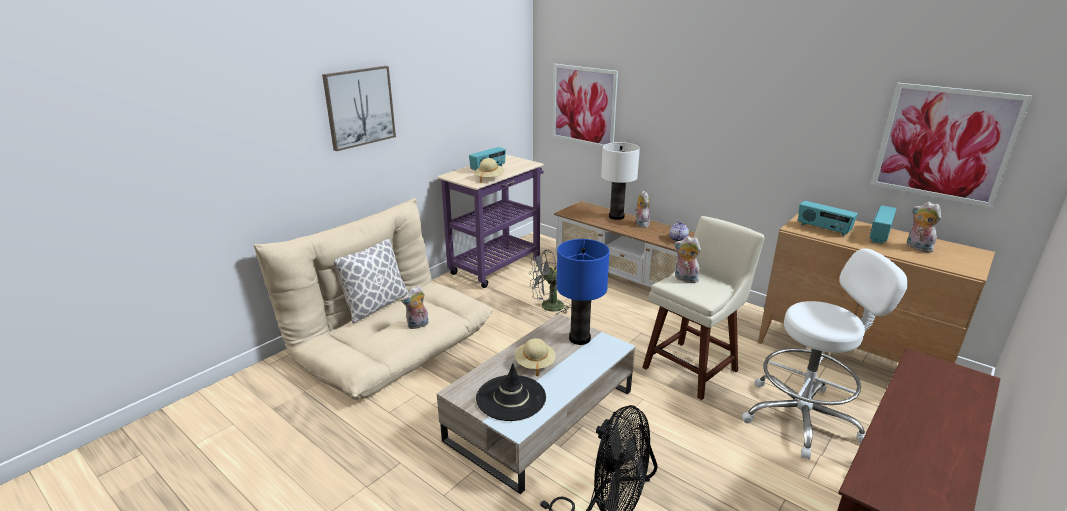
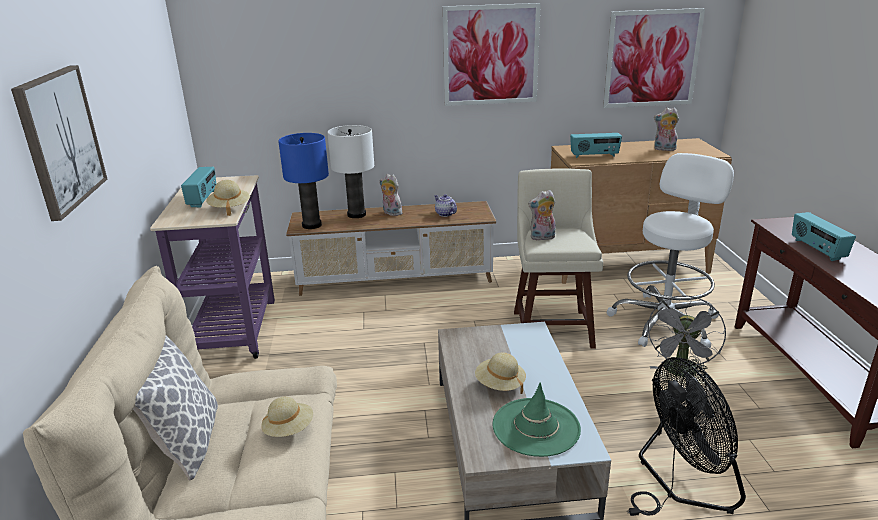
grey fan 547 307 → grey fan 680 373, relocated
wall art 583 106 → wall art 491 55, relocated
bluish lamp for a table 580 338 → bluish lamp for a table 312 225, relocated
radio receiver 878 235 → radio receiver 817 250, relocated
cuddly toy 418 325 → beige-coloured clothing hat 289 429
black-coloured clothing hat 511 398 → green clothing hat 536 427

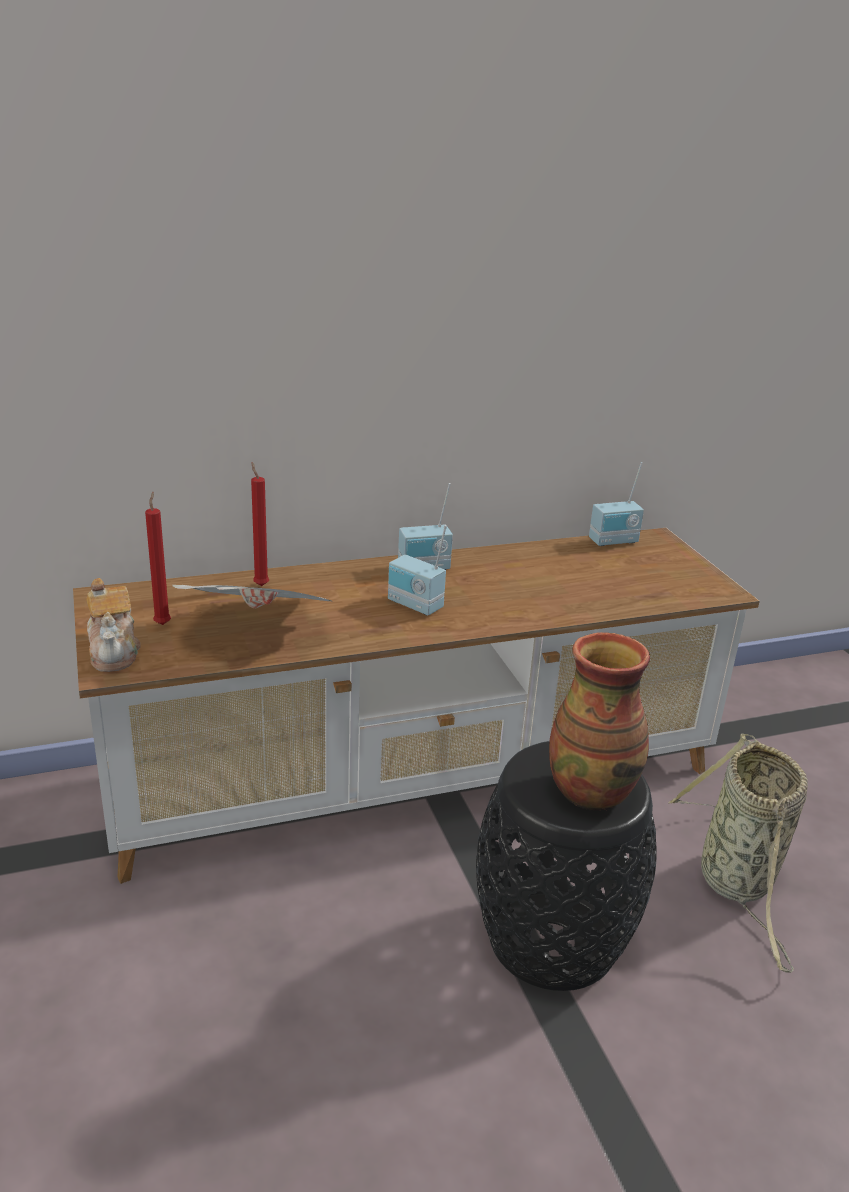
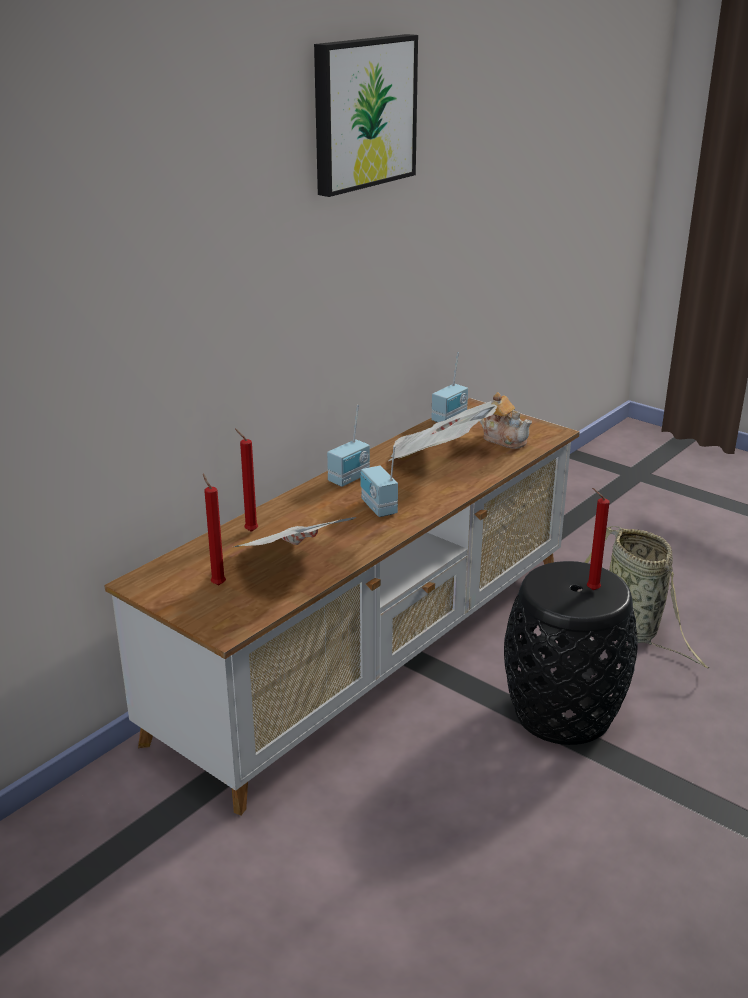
- → wall art 362 113
- → newspaper 438 458
pot for tea 114 651 → pot for tea 504 439, relocated
flower vase 591 791 → red-coloured wax light 590 589
radio receiver 414 606 → radio receiver 377 508, 60 degrees clockwise

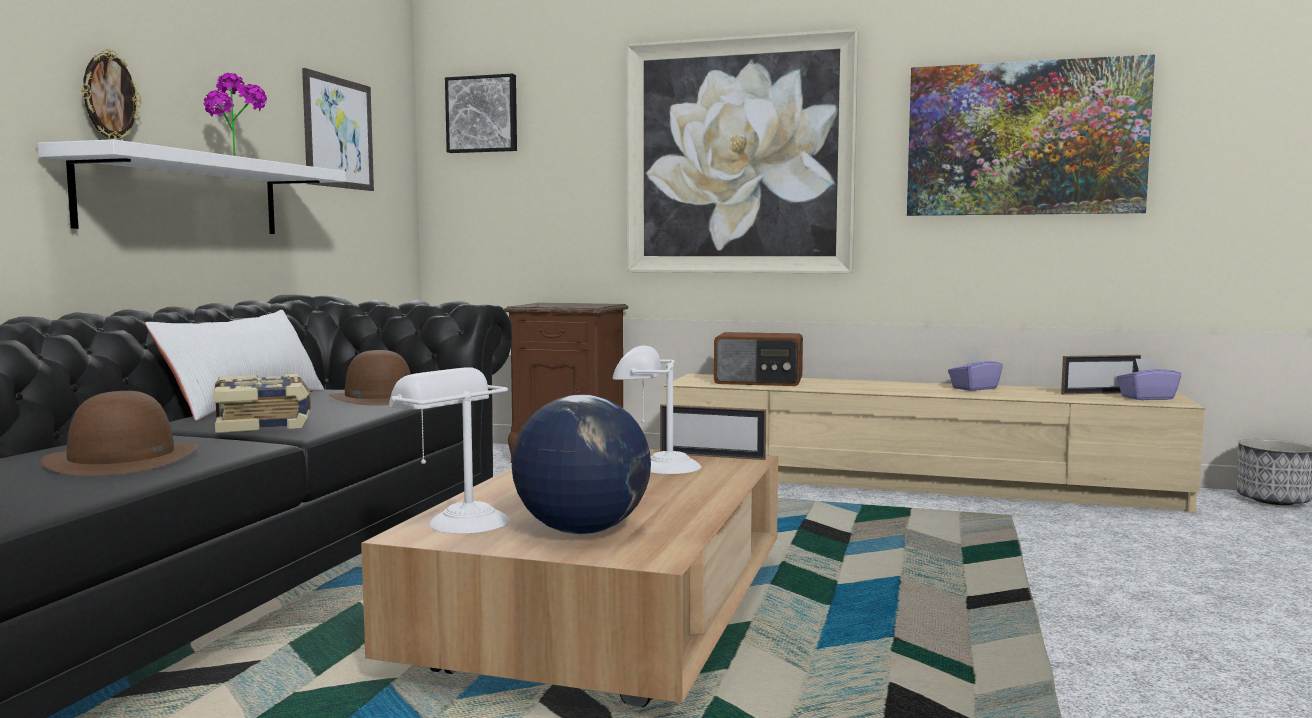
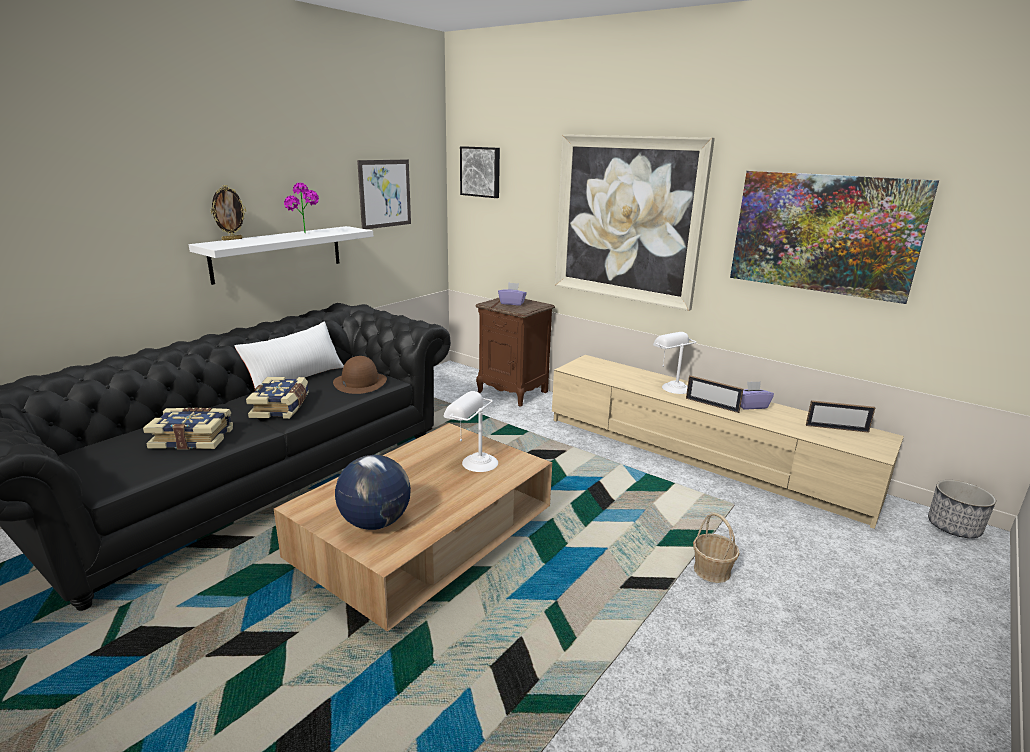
radio receiver 759 382 → -
- → household basket 712 570
white lamp for a table 455 519 → white lamp for a table 671 386, relocated
photo frame 712 456 → photo frame 712 405, relocated
purple box of tissues 1146 398 → purple box of tissues 512 303, relocated
brown-coloured clothing hat 122 459 → book 193 438

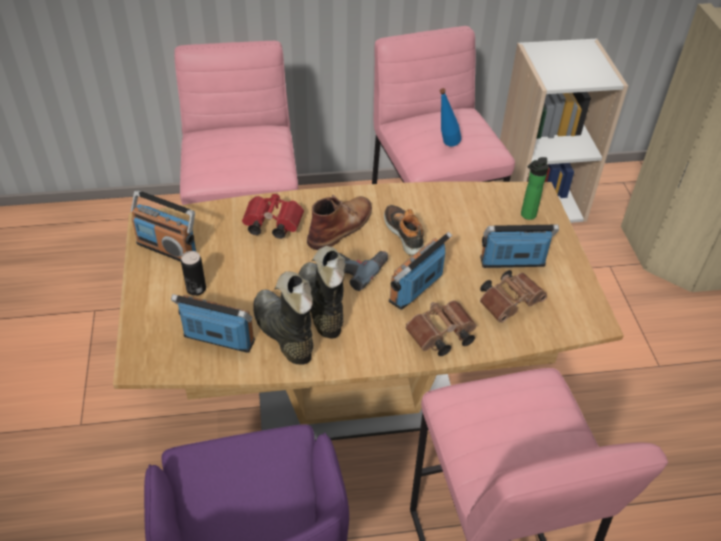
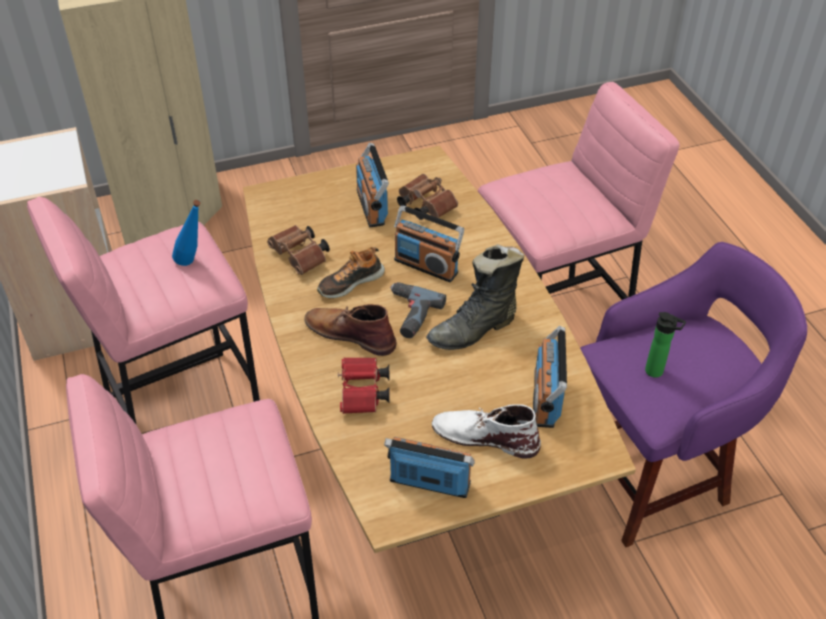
black-coloured high-top boot 283 334 → -
brown-coloured pair of binoculars 440 337 → brown-coloured pair of binoculars 301 258, relocated
beverage bottle 526 216 → beverage bottle 657 372, relocated
can 196 289 → white high-top boot 484 436
radio receiver 167 248 → radio receiver 429 483, 90 degrees counterclockwise

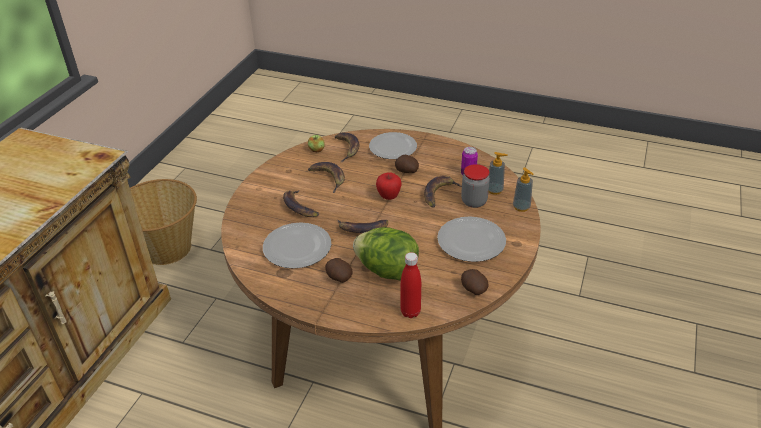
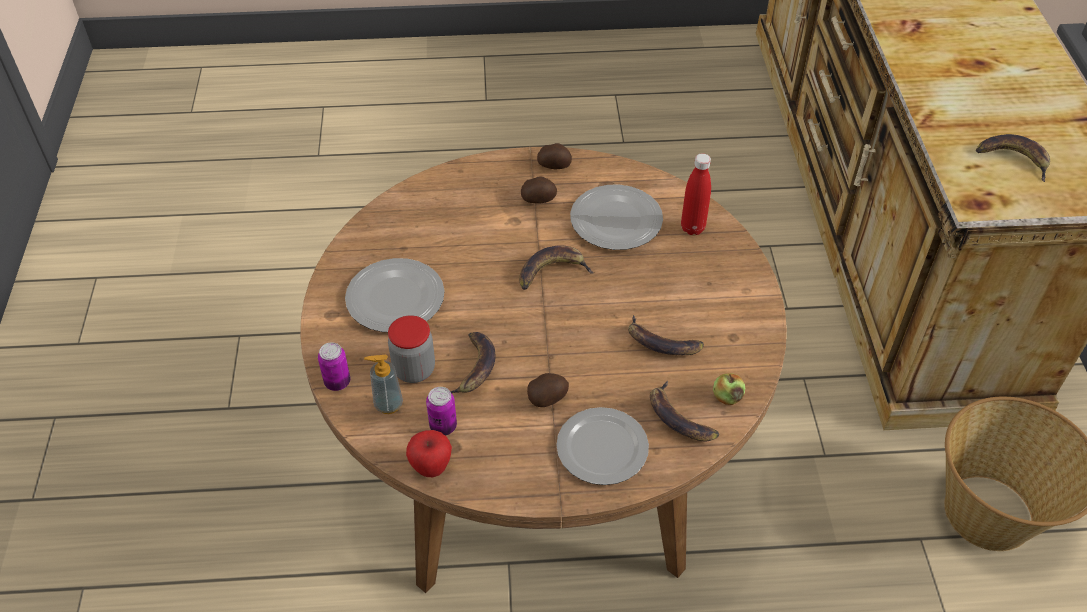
lettuce head 387 270 → -
whole banana 299 207 → whole banana 1013 159, relocated
whole apple 389 197 → whole apple 431 467, relocated
red-coloured beverage bottle 410 312 → red-coloured beverage bottle 692 228, relocated
potato 473 289 → potato 554 166, relocated
soap bottle 521 207 → can 337 382

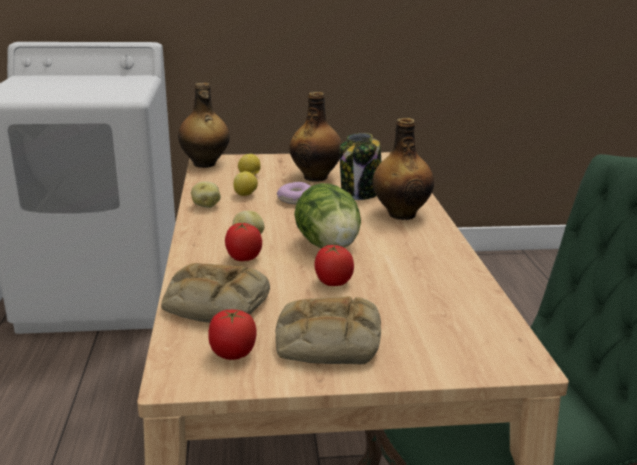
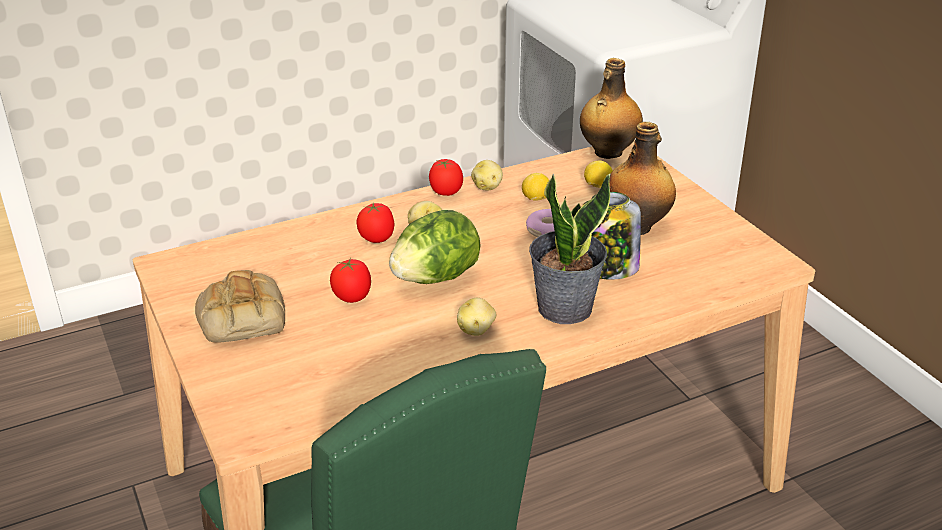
bakery bread 214 304 → -
- → potato 476 330
whole tomato 232 354 → whole tomato 445 192, relocated
beverage bottle 401 214 → houseplant 564 307

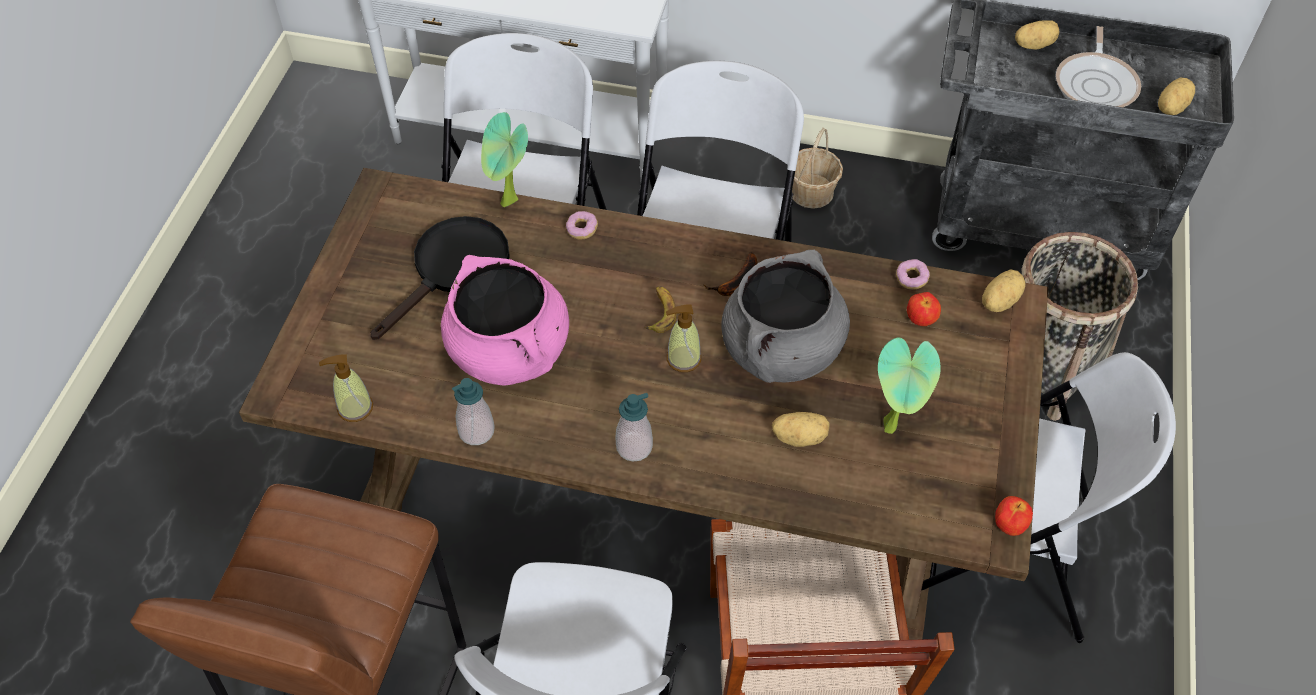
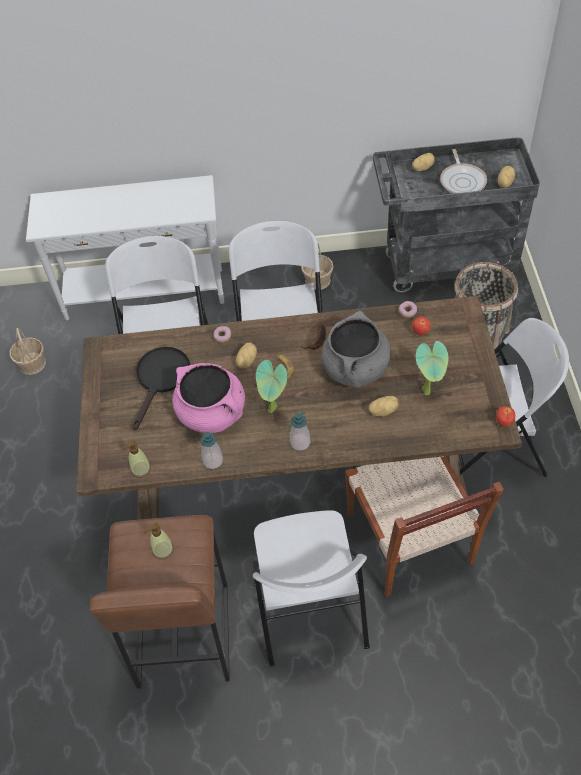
- → household basket 32 363
houseplant 509 204 → houseplant 273 410, relocated
soap bottle 683 359 → soap bottle 162 550, relocated
potato 998 301 → potato 246 361, relocated

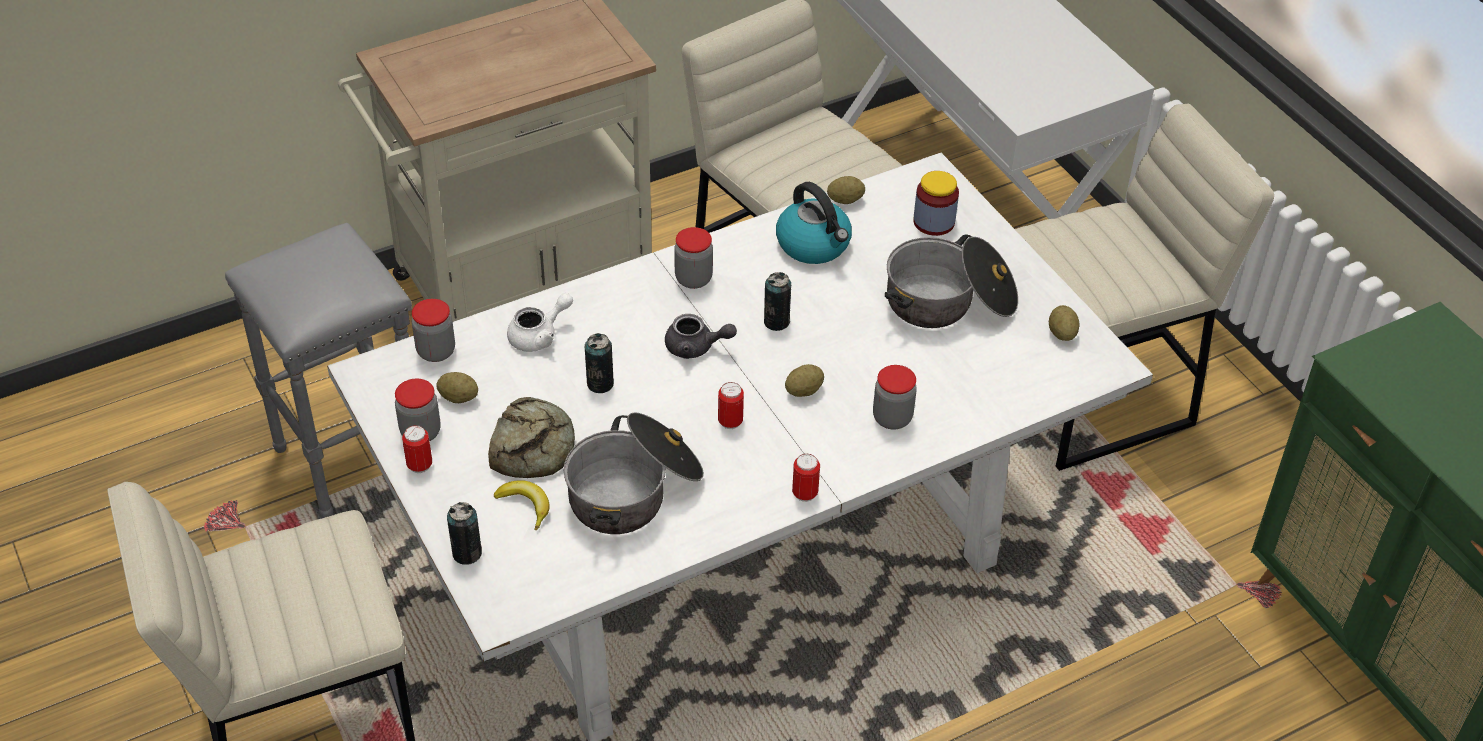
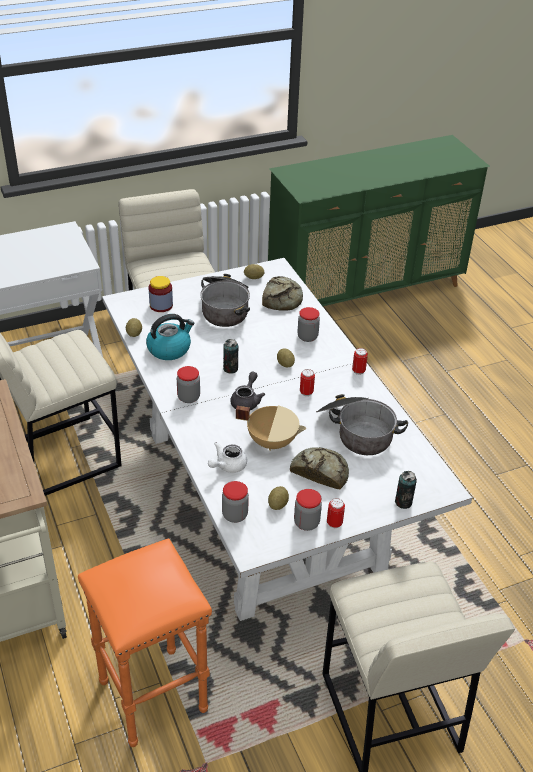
whole banana 526 505 → -
- → bakery bread 283 298
can 600 383 → beige-coloured stockpot 272 441
grey sitting stool 355 460 → orange sitting stool 154 693
white pot for tea 539 336 → white pot for tea 227 466, 105 degrees counterclockwise

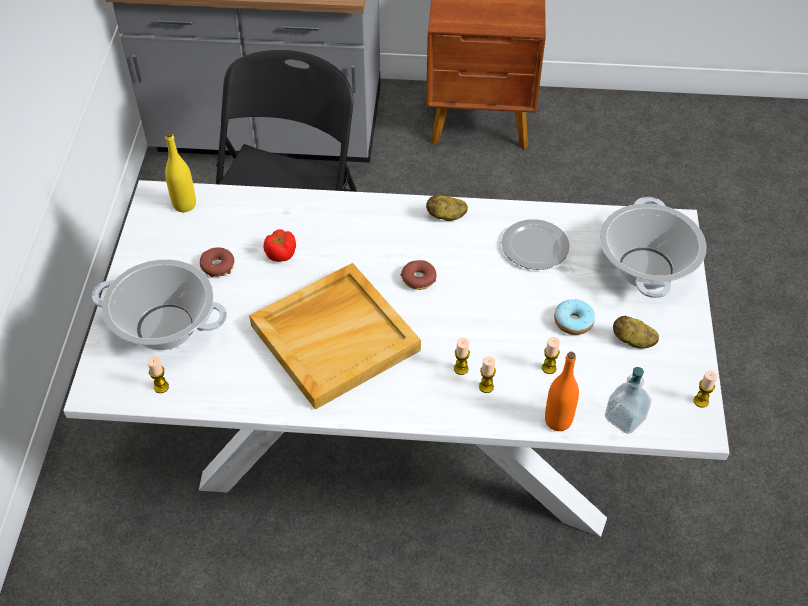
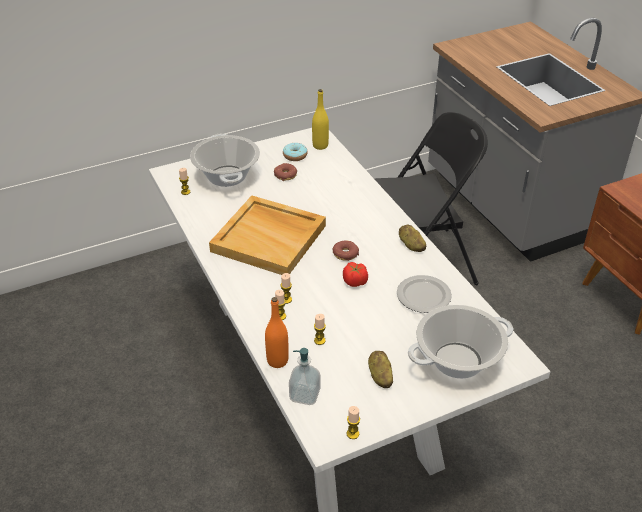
whole tomato 281 254 → whole tomato 355 282, relocated
ring doughnut 573 322 → ring doughnut 295 156, relocated

